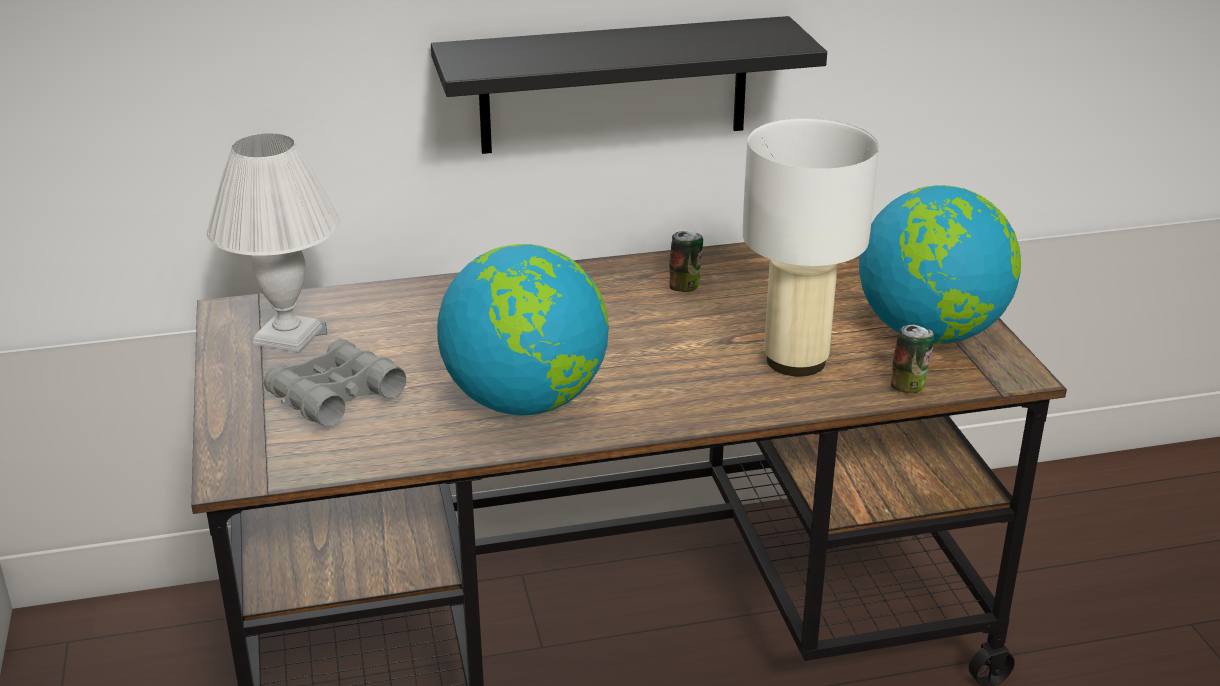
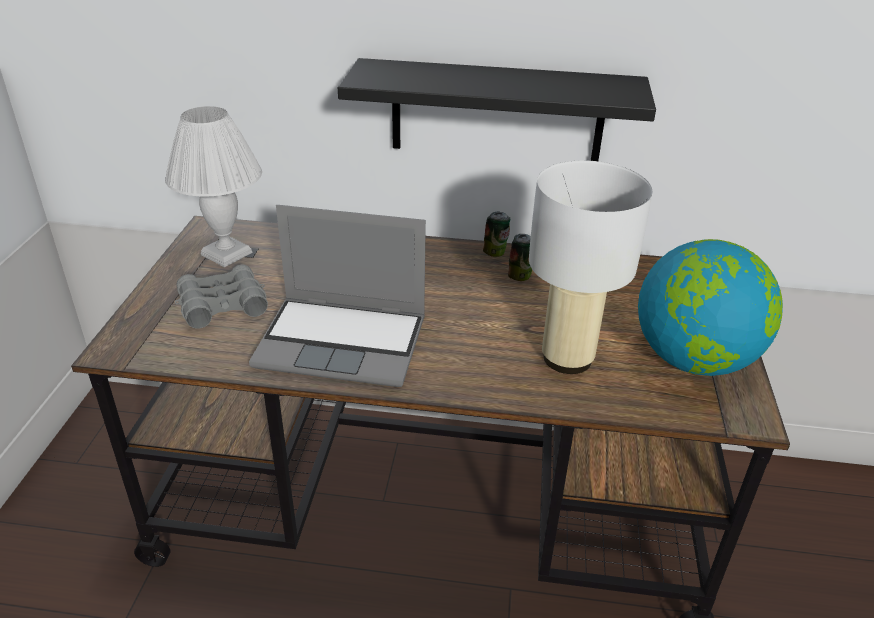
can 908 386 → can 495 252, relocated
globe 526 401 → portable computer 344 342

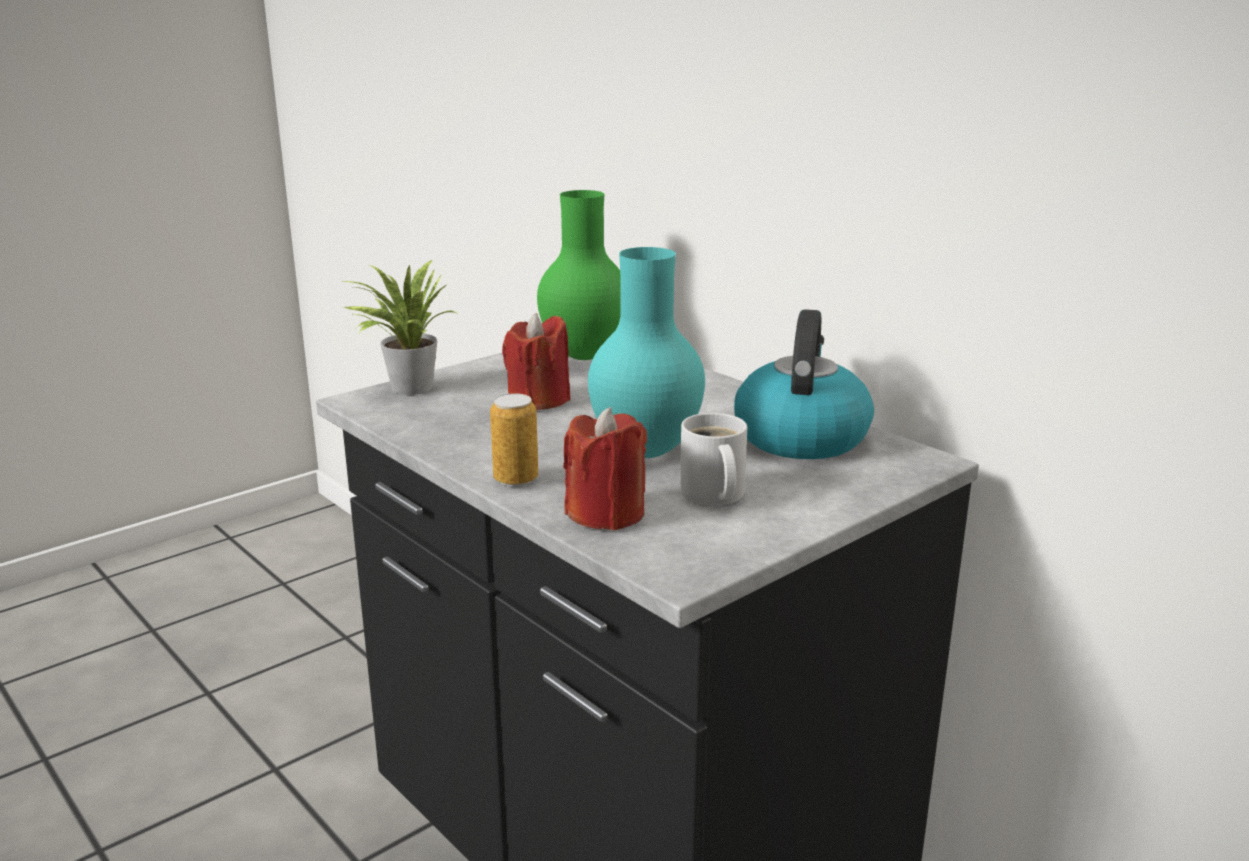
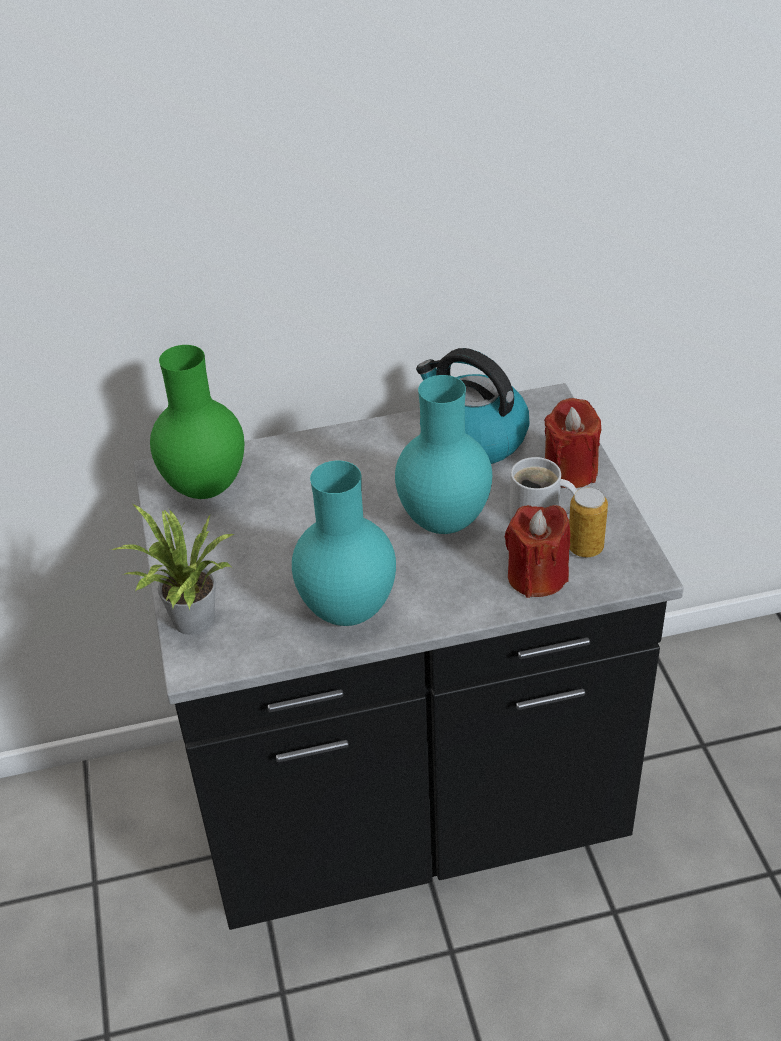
- → turquoise flower vase 348 610
can 516 479 → can 585 548, relocated
red-coloured wax light 538 400 → red-coloured wax light 570 471, relocated

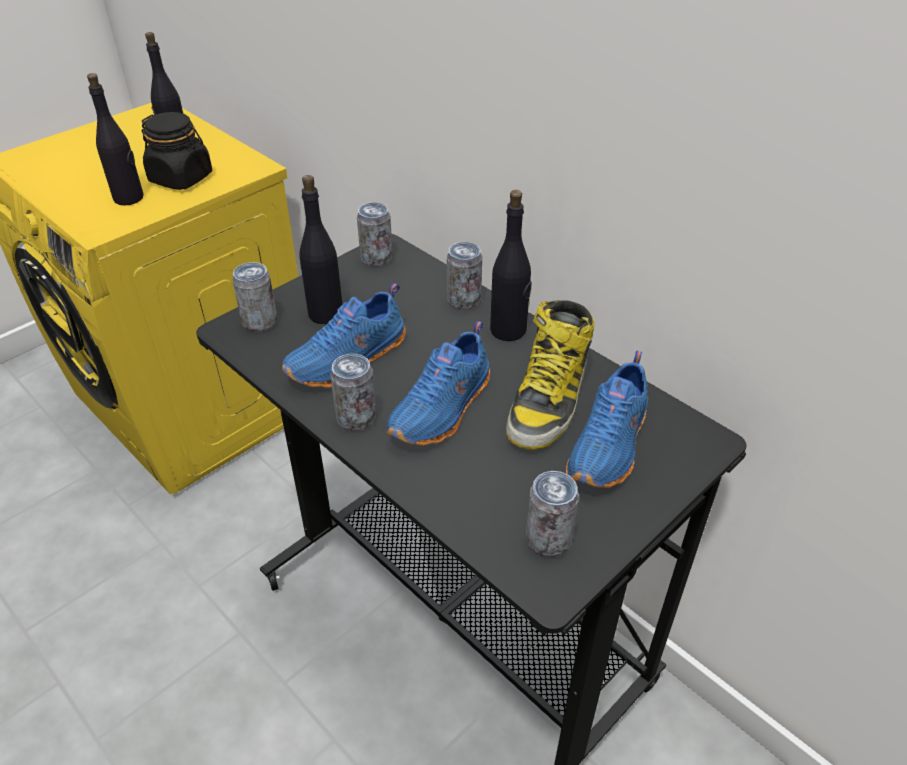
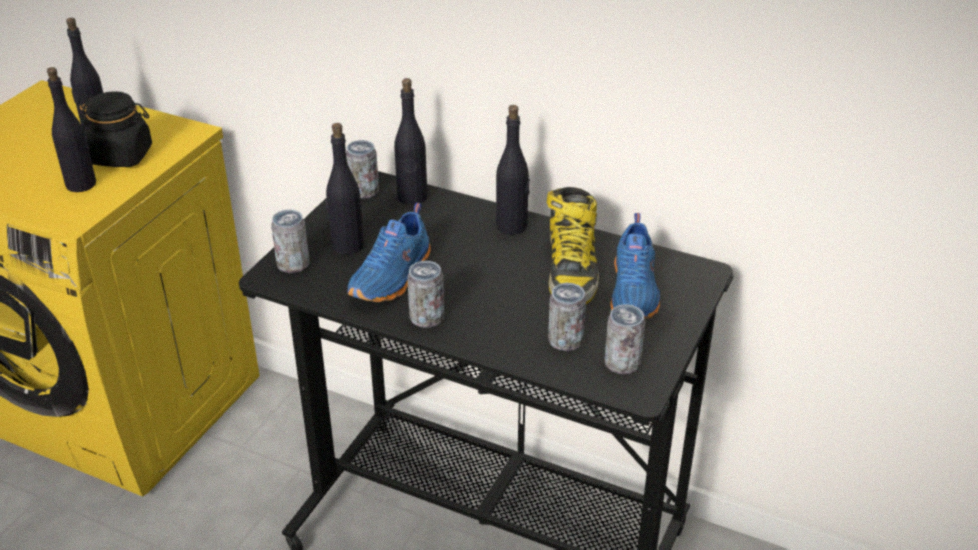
bluish shoe 443 410 → -
- → black-coloured beverage bottle 412 197
can 464 300 → can 565 341, relocated

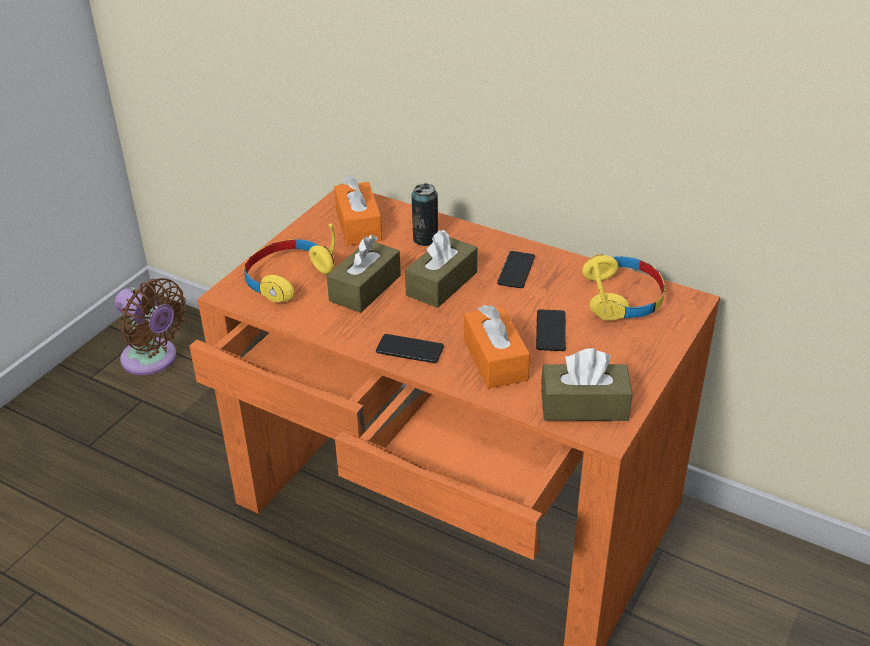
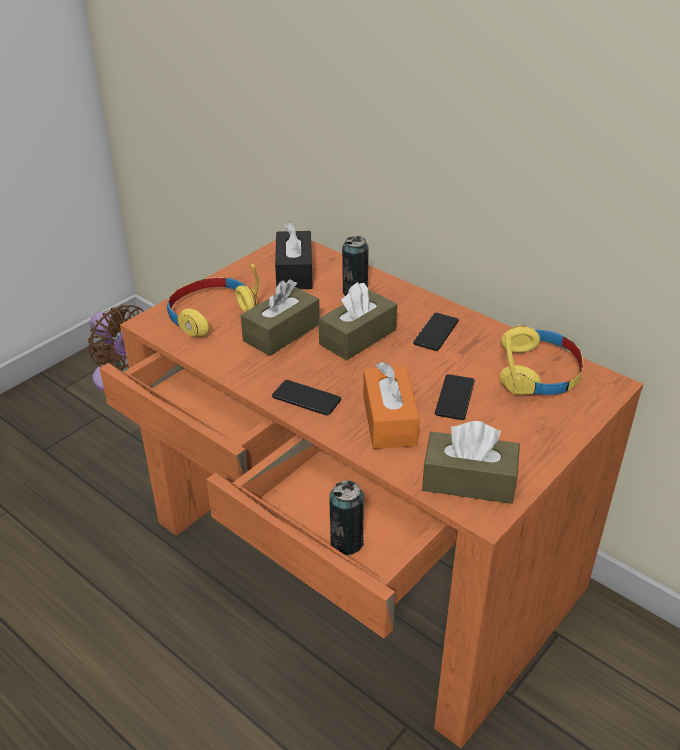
- → can 346 542
orange box of tissues 358 225 → black-coloured box of tissues 294 272

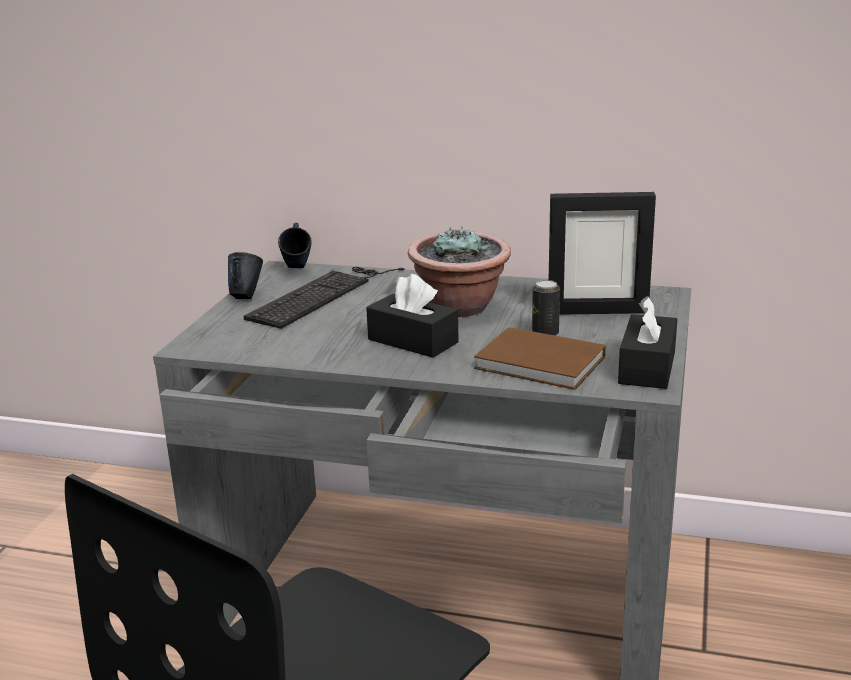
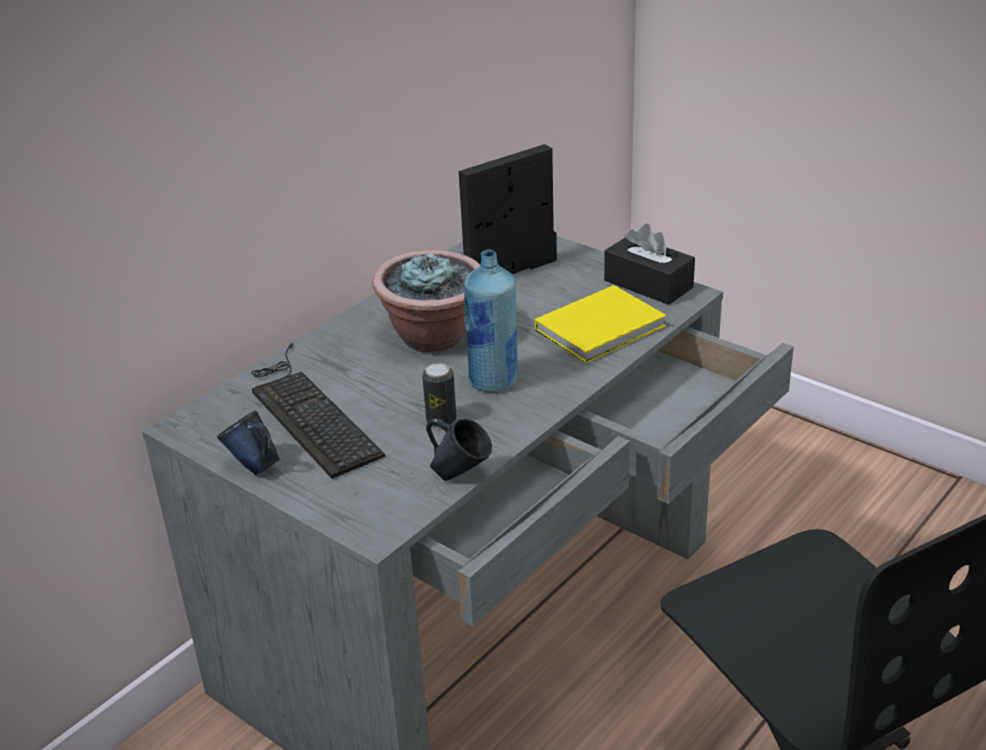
bluish mug 297 270 → bluish mug 460 476, relocated
can 545 333 → can 441 419, relocated
black-coloured box of tissues 413 341 → bluish beverage bottle 493 381
brown-coloured book 542 364 → yellow book 603 328
photo frame 597 310 → photo frame 511 272, 150 degrees counterclockwise

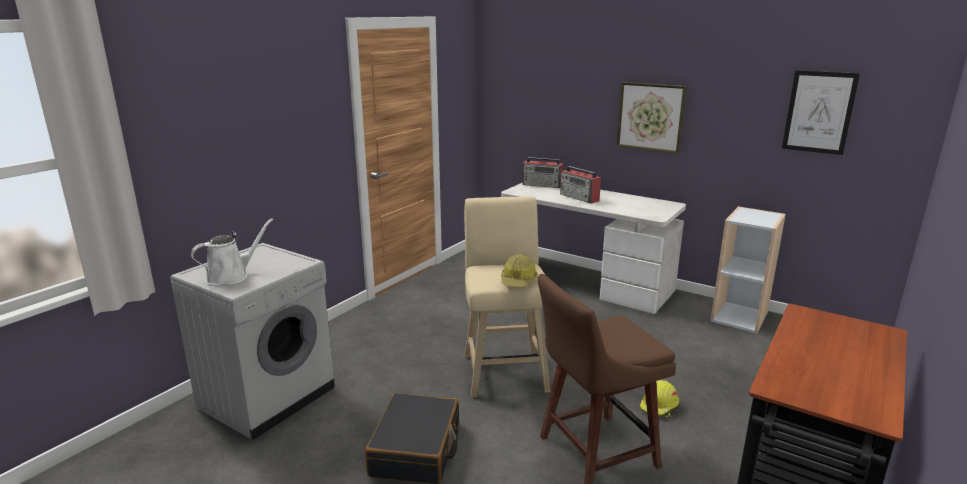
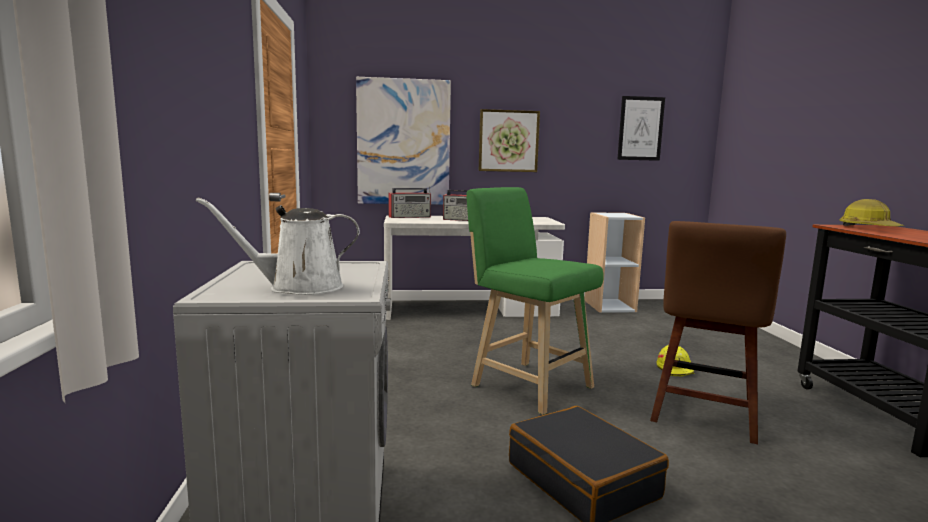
- → wall art 403 142
safety helmet 518 281 → safety helmet 868 228, relocated
beige-coloured sitting stool 504 369 → green sitting stool 527 384
white watering pot 231 276 → white watering pot 298 287, 105 degrees counterclockwise

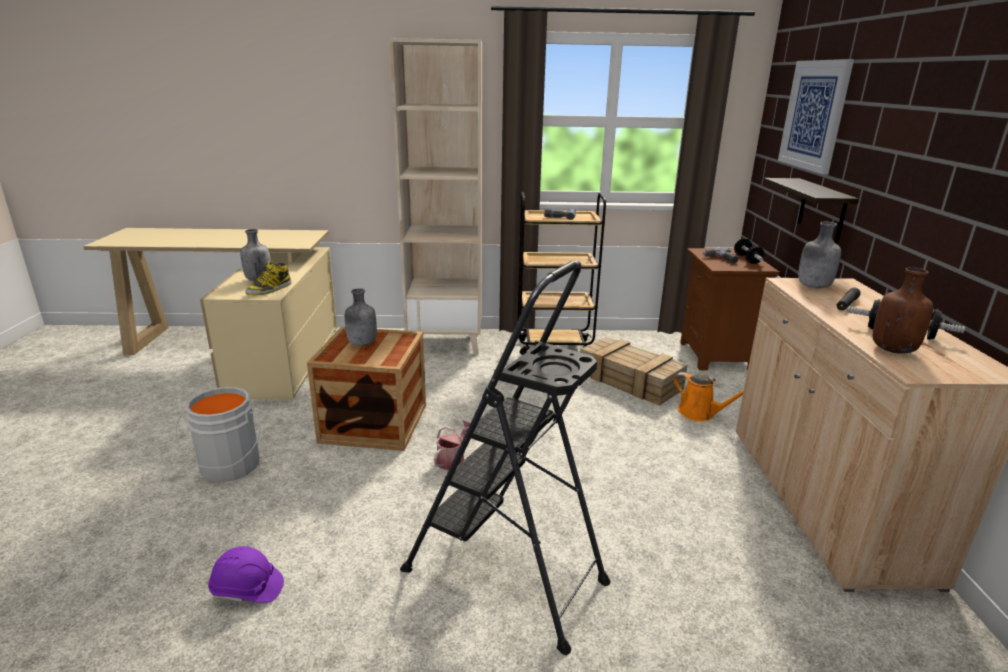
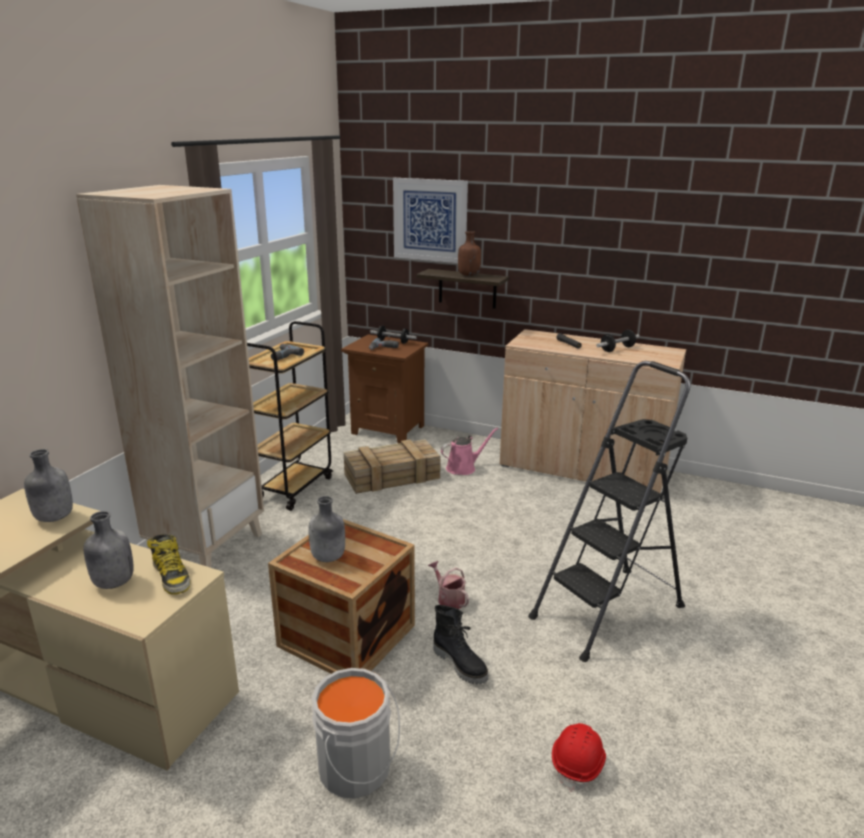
- → black-coloured high-top boot 461 664
grey beverage bottle 813 286 → grey beverage bottle 54 518, relocated
brown-coloured beverage bottle 893 349 → brown-coloured beverage bottle 468 275, relocated
purple safety helmet 247 589 → red-coloured safety helmet 578 764
orange watering pot 700 413 → pink watering pot 463 468

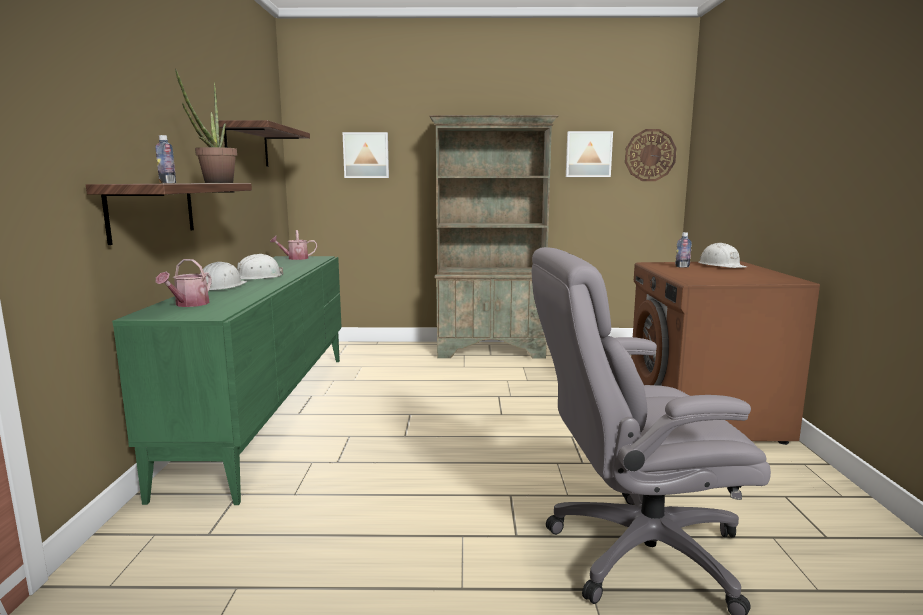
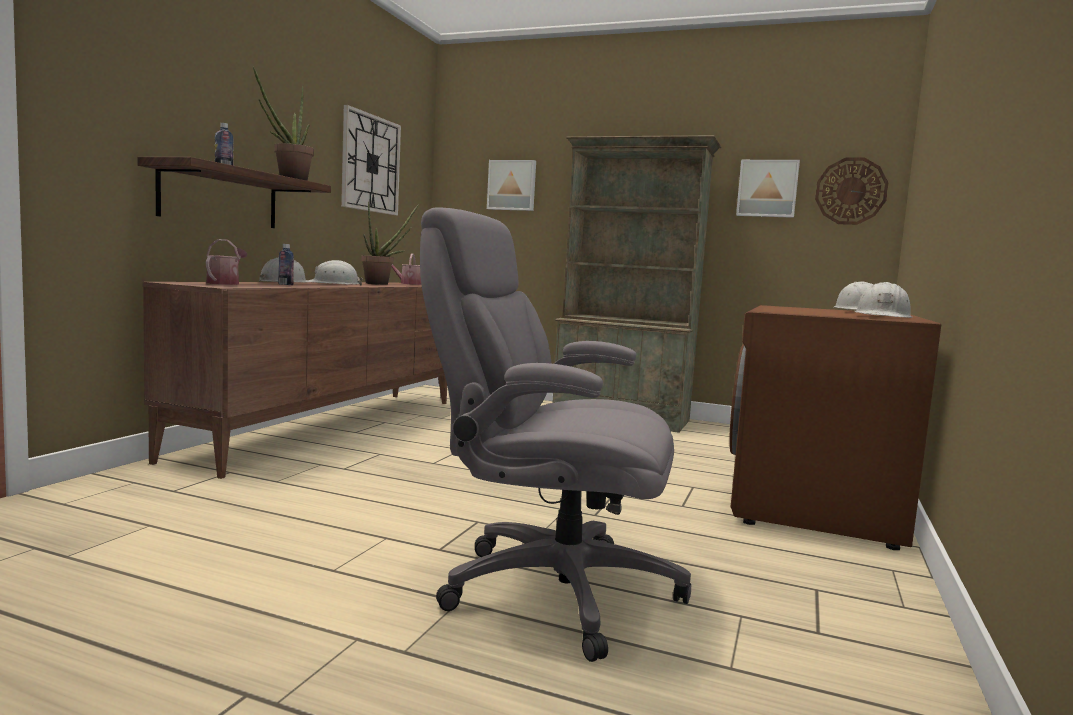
- → houseplant 382 284
- → white safety helmet 883 316
beverage bottle 682 267 → beverage bottle 285 284, relocated
bracket shelf 247 146 → wall clock 370 163
green cupboard 268 412 → brown-coloured cupboard 329 426
watering pot 189 304 → watering pot 225 283, 150 degrees clockwise

